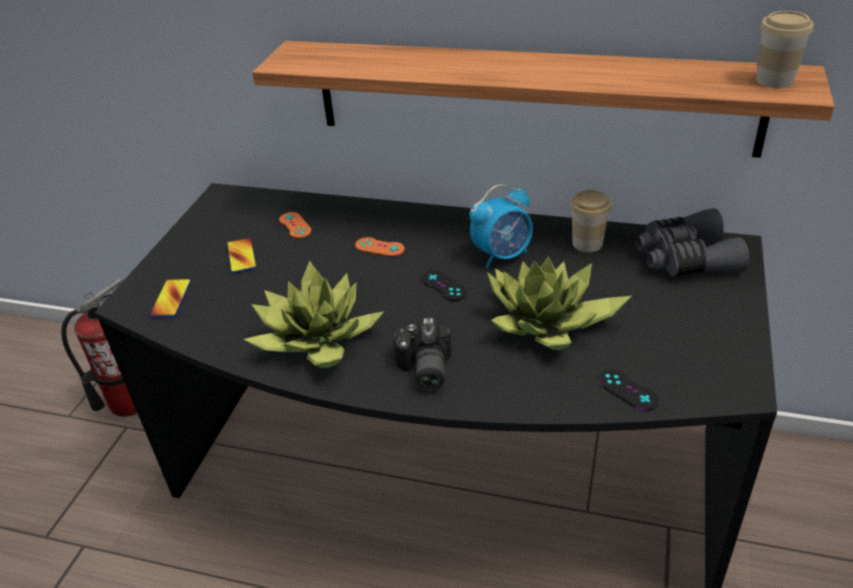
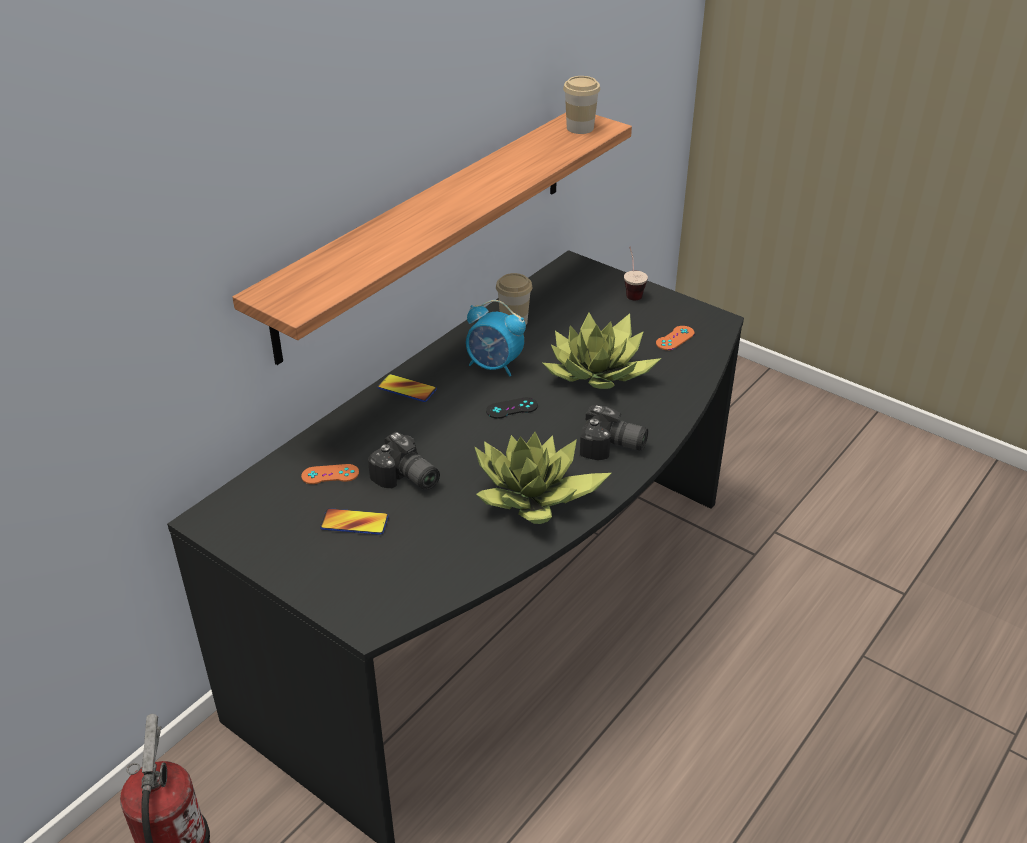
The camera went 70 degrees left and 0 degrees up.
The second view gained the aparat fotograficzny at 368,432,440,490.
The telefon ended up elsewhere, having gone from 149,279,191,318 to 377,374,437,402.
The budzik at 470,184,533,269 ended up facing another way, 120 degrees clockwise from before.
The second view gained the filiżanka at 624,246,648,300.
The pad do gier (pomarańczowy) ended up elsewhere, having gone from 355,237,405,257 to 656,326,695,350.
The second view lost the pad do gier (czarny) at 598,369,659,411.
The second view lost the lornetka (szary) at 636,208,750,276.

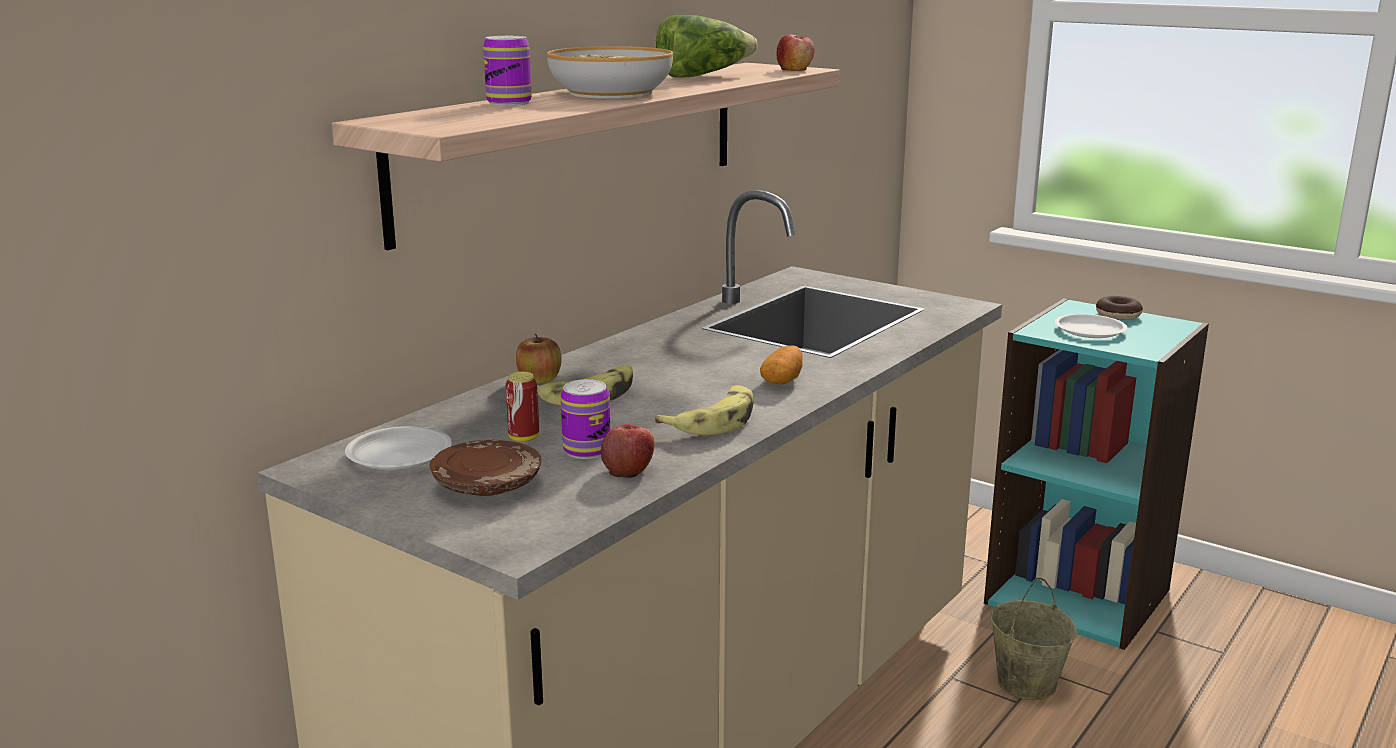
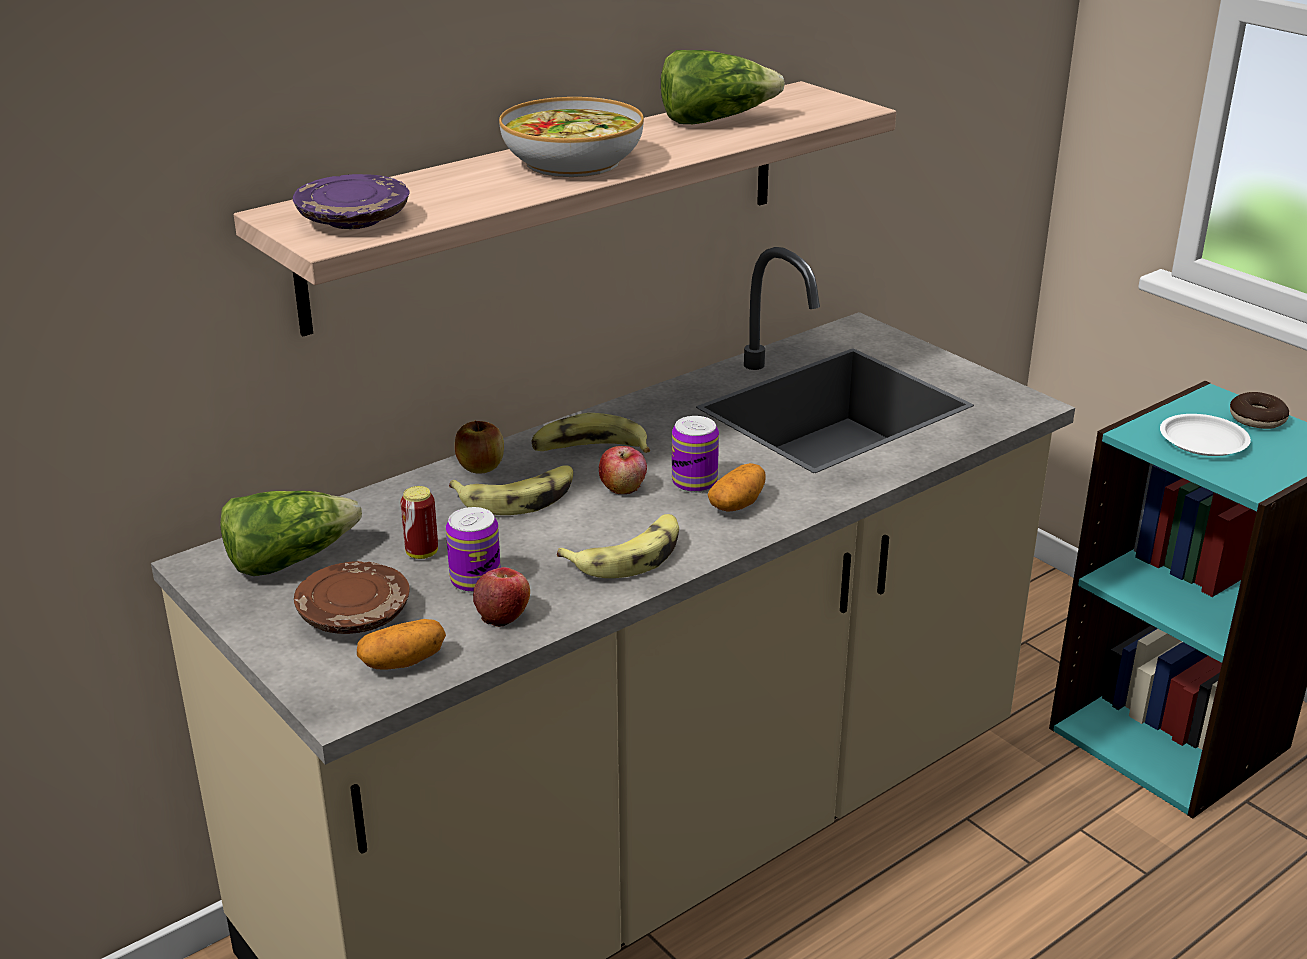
The camera went 15 degrees right and 10 degrees up.
Where the talerz (biały) stood at 345,426,452,470, the sałata came to stand at 220,491,362,576.
The second view gained the talerz (fioletowy) at 293,174,410,229.
The second view gained the ziemniak at 357,619,446,670.
The second view gained the banan at 531,413,650,453.
The jabłko ended up elsewhere, having gone from 776,34,815,71 to 599,446,647,494.
The puszka ended up elsewhere, having gone from 483,36,532,106 to 672,416,719,493.
The second view lost the wiadro (beżowy) at 990,578,1077,700.

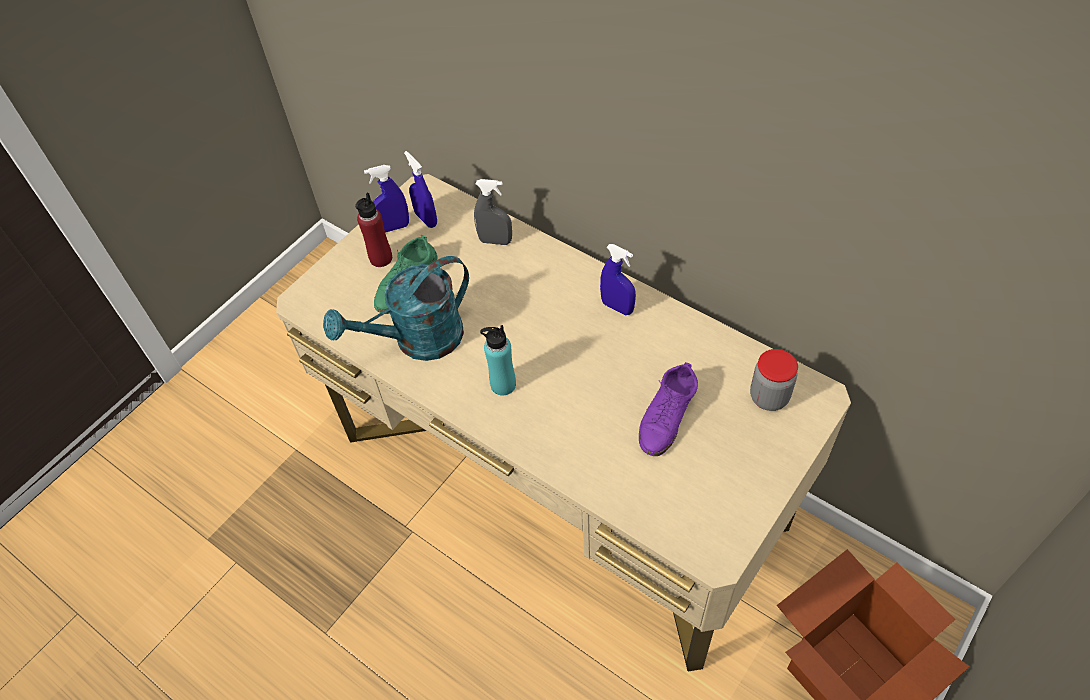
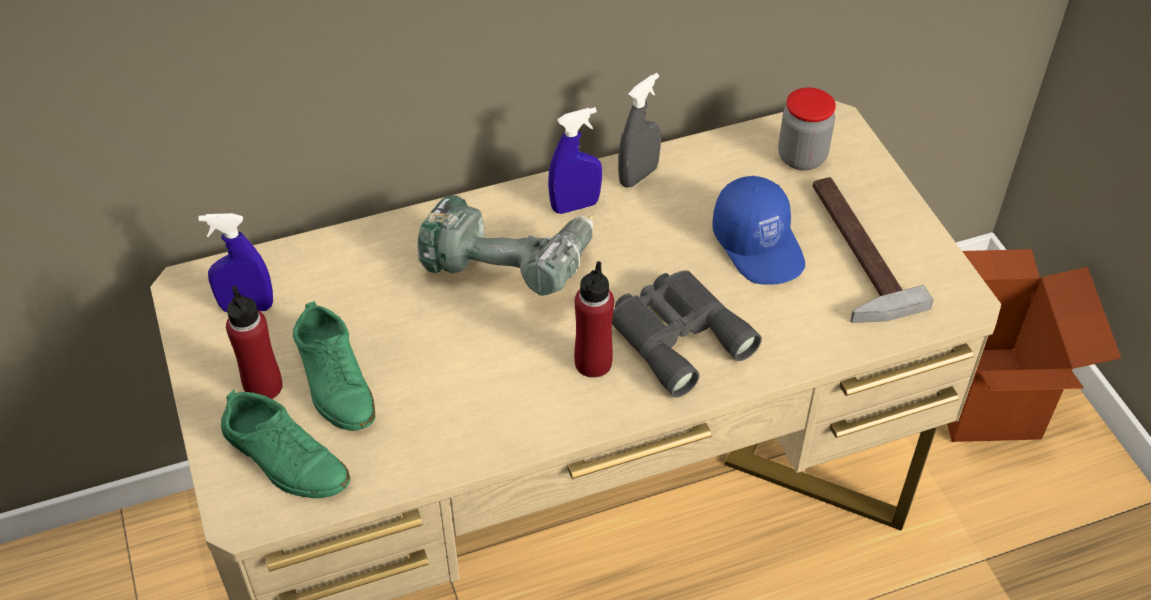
The camera went 60 degrees left and 5 degrees down.
The second view gained the but (zielony) at 221,389,350,498.
The second view gained the wiertarka at 417,195,595,296.
What was the butelka (turkusowy) at 480,325,516,395 turned into the butelka (czerwony) at 574,261,614,378.
The second view gained the lornetka (szary) at 612,270,762,397.
The spryskiwacz (szary) ended up elsewhere, having gone from 474,179,512,245 to 618,73,661,188.
Where the but (fioletowy) stood at 639,362,698,456, the czapka z daszkiem (niebieski) came to stand at 712,176,805,284.
The second view gained the młotek at 813,177,933,323.
The second view lost the konewka (turkusowy) at 323,256,469,361.
The second view lost the spryskiwacz (niebieski) at 364,165,409,233.

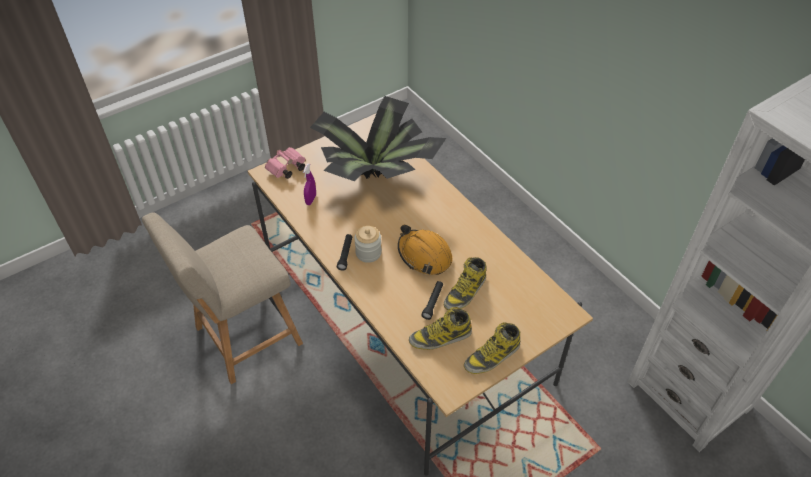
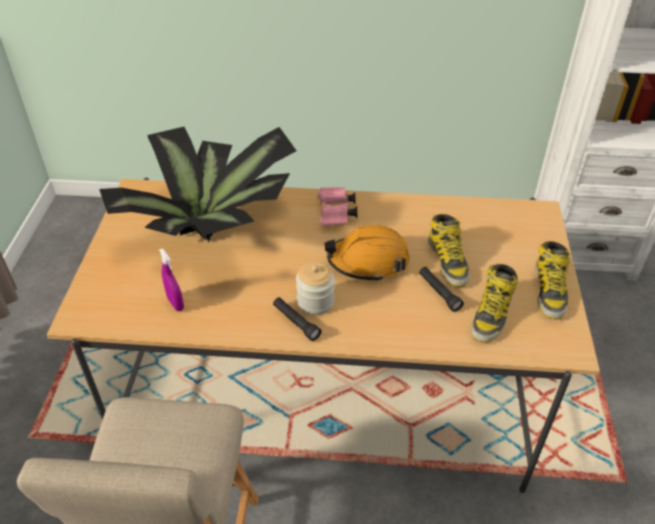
The camera went 50 degrees left and 5 degrees down.
The lornetka (różowy) ended up elsewhere, having gone from 265,147,305,179 to 317,187,358,226.

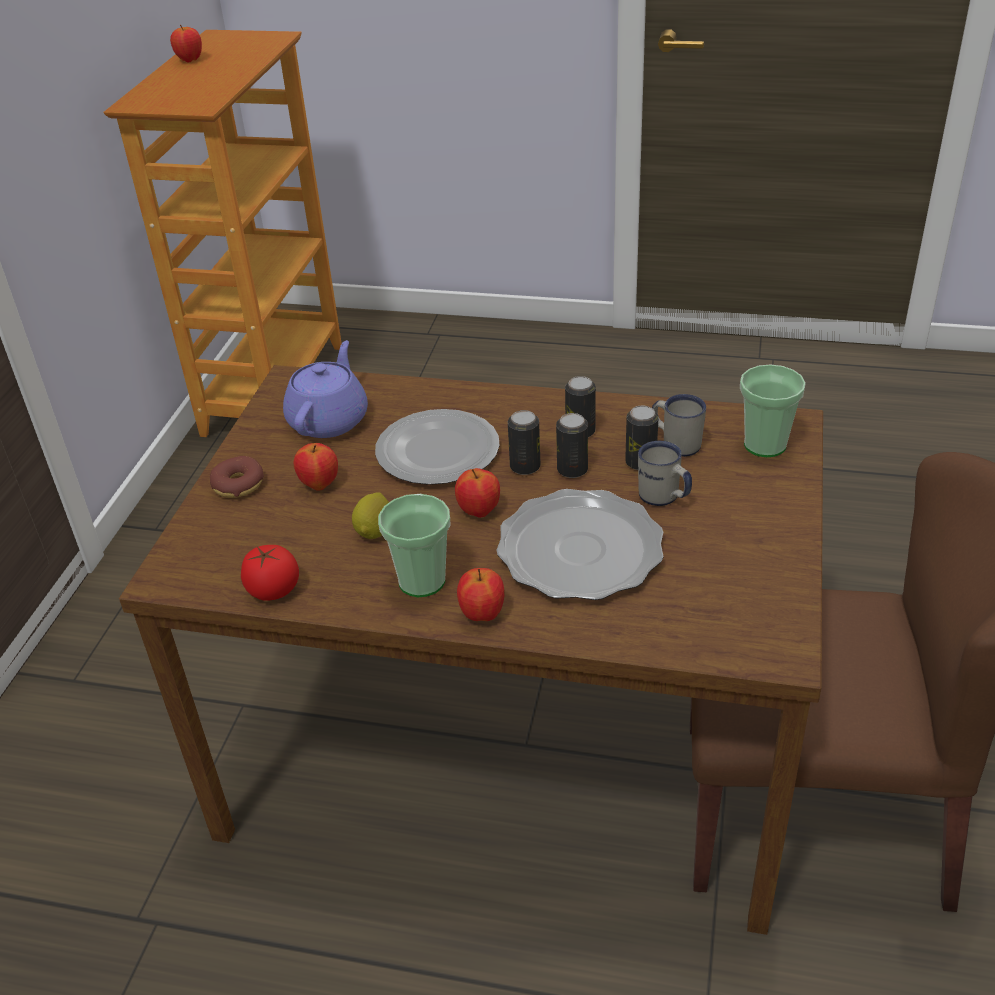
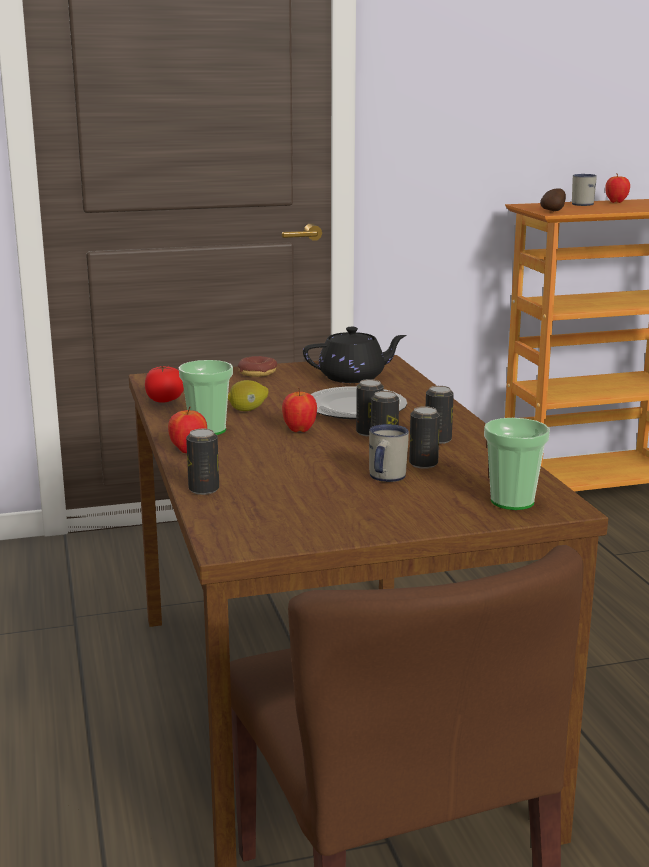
The camera went 60 degrees right and 20 degrees down.
The second view gained the puszka at 186,429,219,495.
What was the imbryk (fioletowy) at 283,340,368,438 turned into the imbryk (czarny) at 303,327,407,383.
The second view gained the ziemniak at 540,188,566,211.
The kubek (biały) ended up elsewhere, having gone from 652,394,706,457 to 572,174,597,206.
The second view lost the jabłko at 293,443,338,491.
The second view lost the talerz at 497,489,663,600.

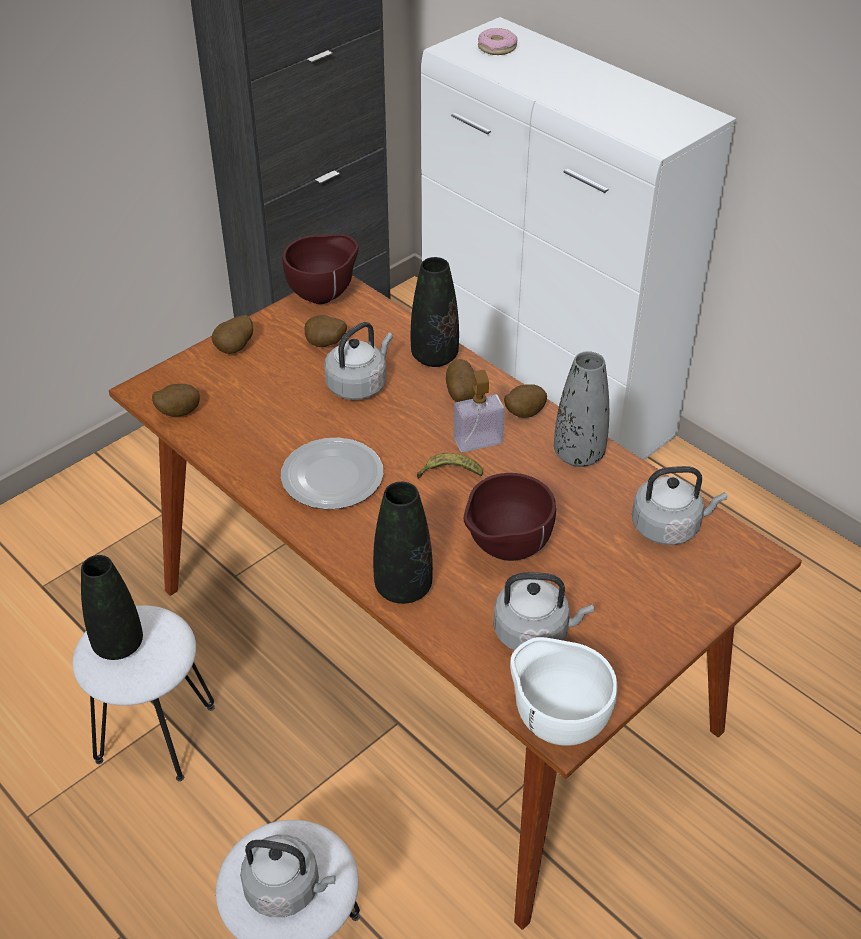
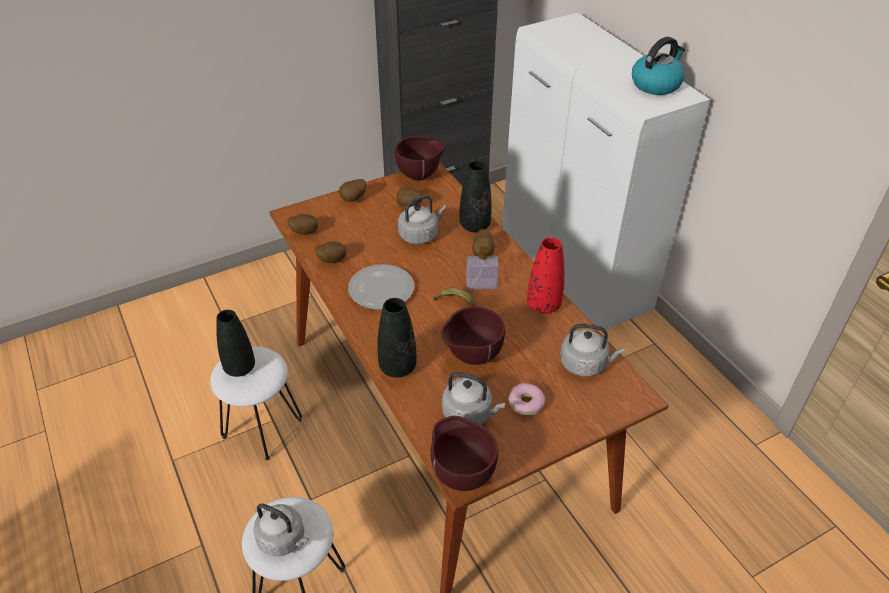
The camera went 15 degrees right and 0 degrees up.
The ziemniak ended up elsewhere, having gone from 504,384,547,418 to 315,242,346,263.
What was the miska (biały) at 510,637,618,746 turned into the miska (brązowy) at 430,416,498,491.
The donut ended up elsewhere, having gone from 478,28,518,55 to 508,383,546,416.
What was the wazon (szary) at 554,351,609,467 turned into the wazon (czerwony) at 527,237,565,314.
The second view gained the czajnik at 632,37,685,95.

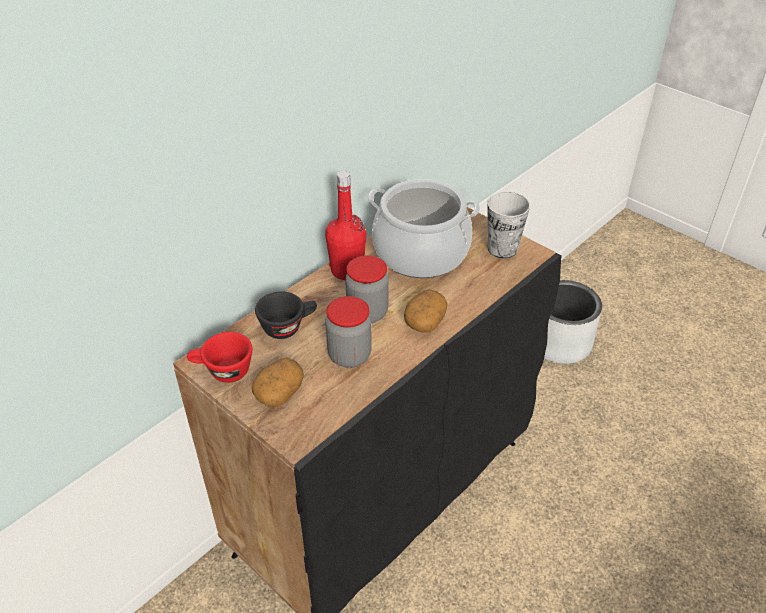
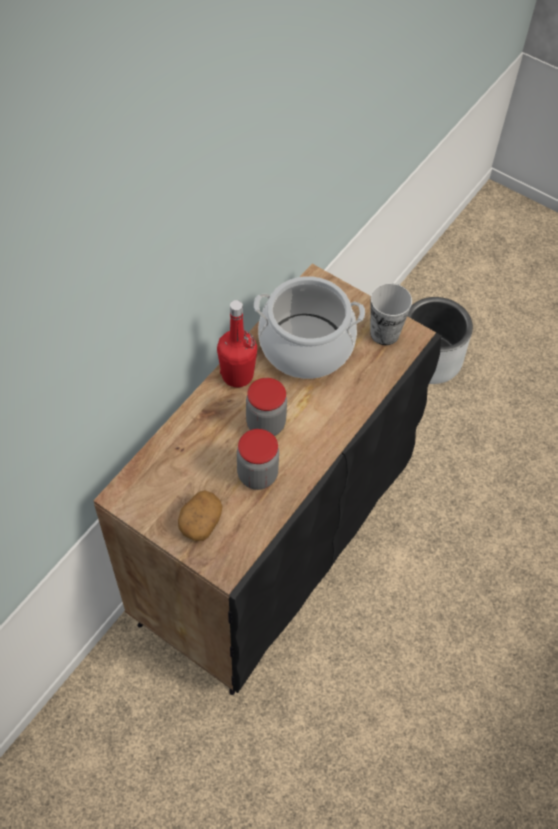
The camera went 10 degrees left and 15 degrees up.
The second view lost the filiżanka (czerwony) at 187,332,252,383.
The second view lost the filiżanka (czarny) at 255,292,317,339.
The second view lost the ziemniak at 404,289,448,333.

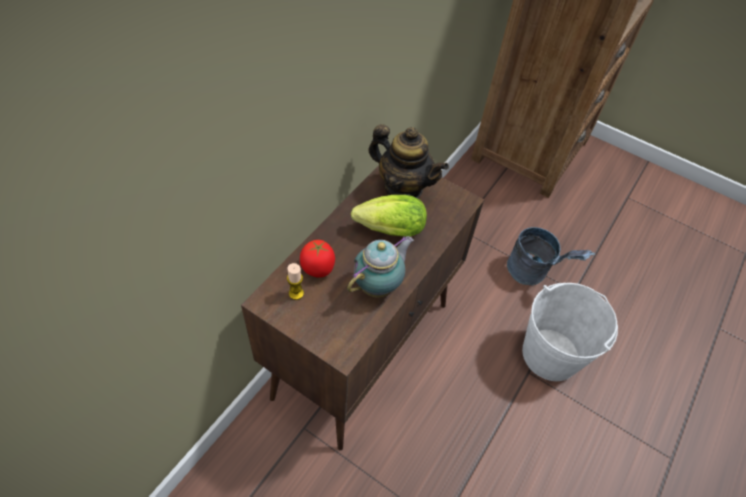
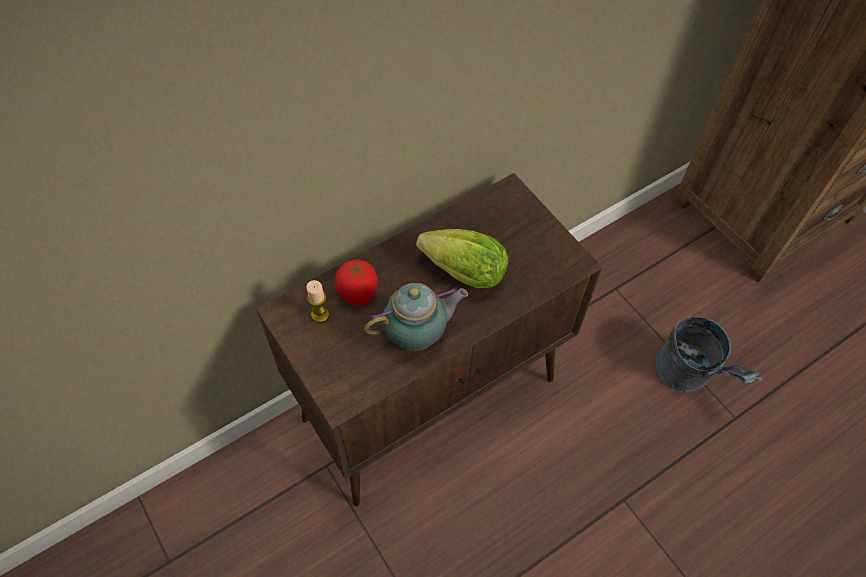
The camera went 25 degrees right and 5 degrees up.
The second view lost the imbryk at 368,124,449,198.
The second view lost the wiadro (biały) at 522,283,618,381.

